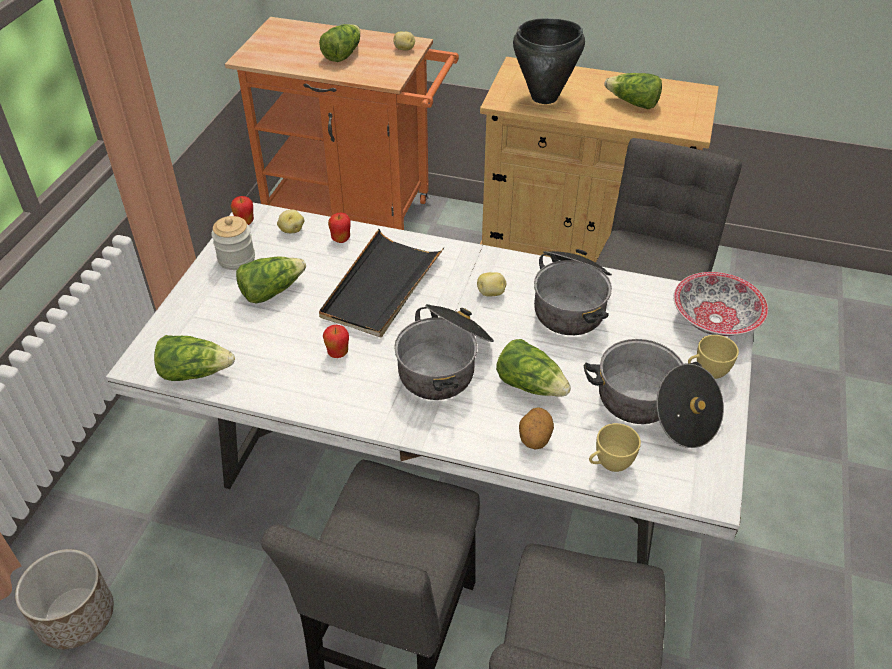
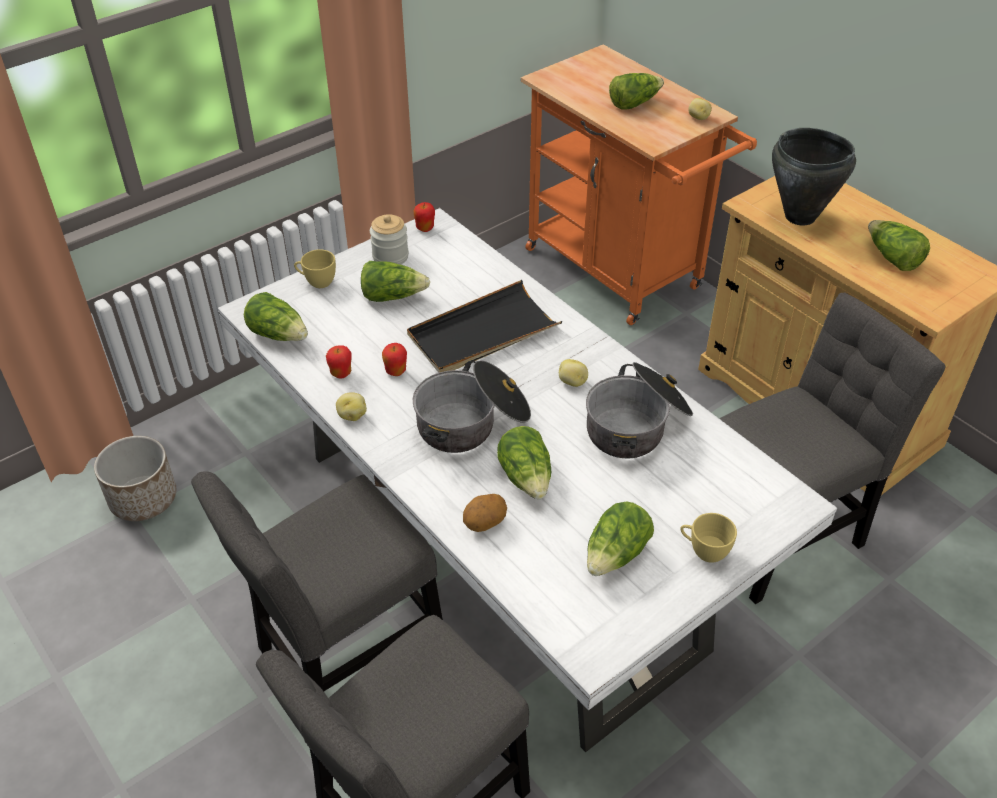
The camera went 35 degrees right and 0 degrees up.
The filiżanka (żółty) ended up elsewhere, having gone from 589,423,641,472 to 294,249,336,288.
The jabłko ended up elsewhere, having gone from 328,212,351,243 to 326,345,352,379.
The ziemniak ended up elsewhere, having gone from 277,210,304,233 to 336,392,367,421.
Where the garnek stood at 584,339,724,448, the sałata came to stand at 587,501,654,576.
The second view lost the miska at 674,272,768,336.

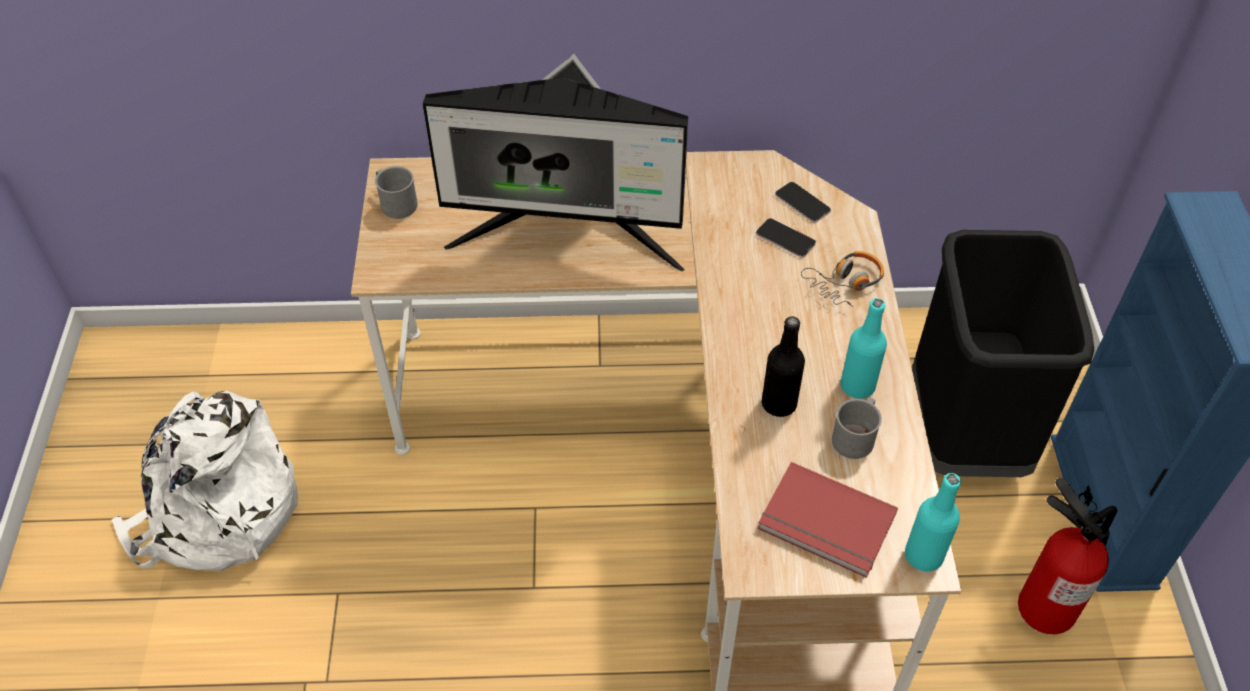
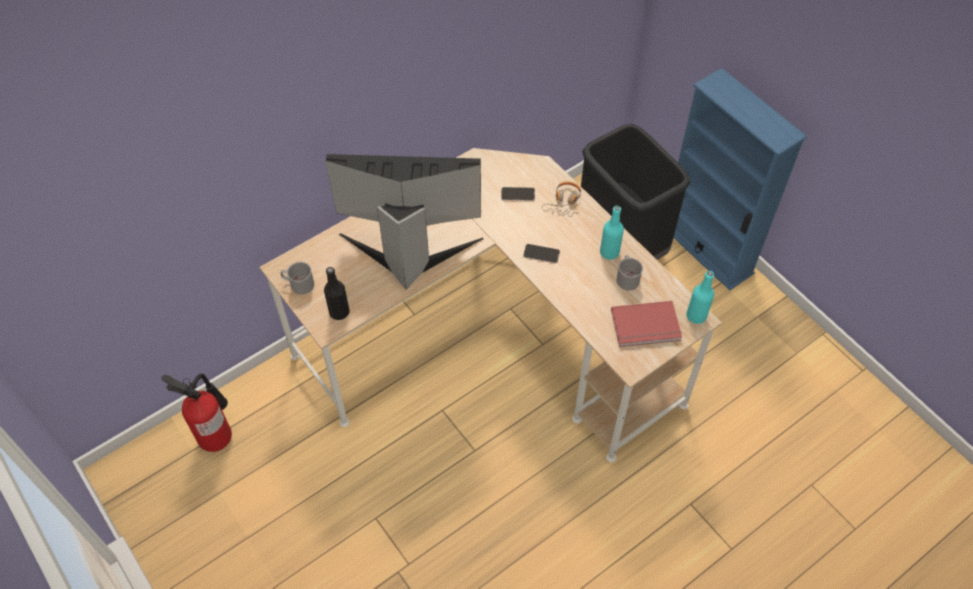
The camera went 35 degrees left and 5 degrees up.
The gaśnica ended up elsewhere, having gone from 1018,478,1117,634 to 161,373,232,452.
The butelka (czarny) ended up elsewhere, having gone from 762,316,805,417 to 324,267,350,320.
The monitor at 423,54,688,272 ended up facing another way, 150 degrees counterclockwise from before.
The telefon ended up elsewhere, having gone from 775,182,831,223 to 523,244,560,264.
The second view lost the plecak (biały) at 111,391,298,571.

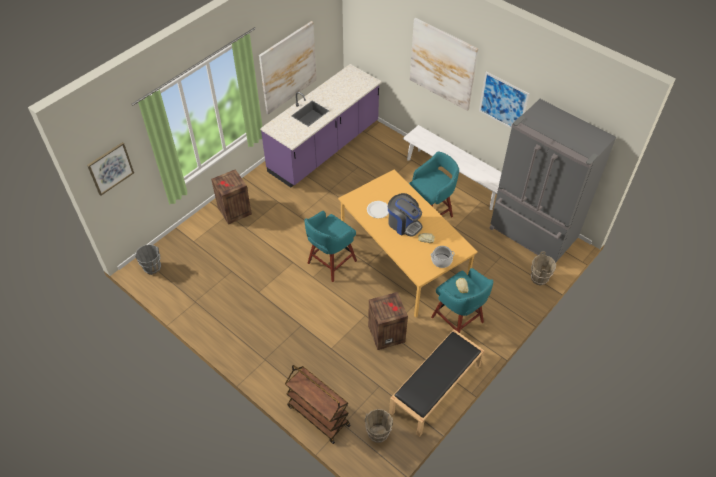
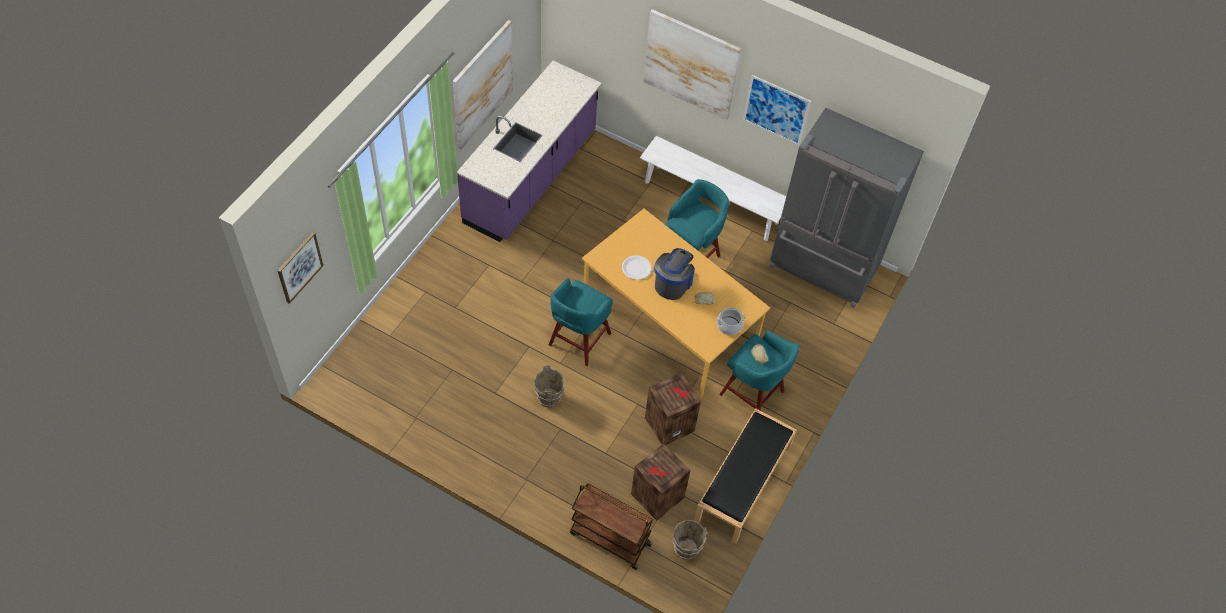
The camera went 15 degrees left and 5 degrees up.
The wiadro (brązowy) ended up elsewhere, having gone from 531,252,556,286 to 534,365,565,407.
The skrzynka ended up elsewhere, having gone from 211,169,252,224 to 631,443,691,521.
The ekspres do kawy at 388,193,423,237 ended up facing another way, 90 degrees counterclockwise from before.
The second view lost the wiadro (szary) at 134,244,161,275.

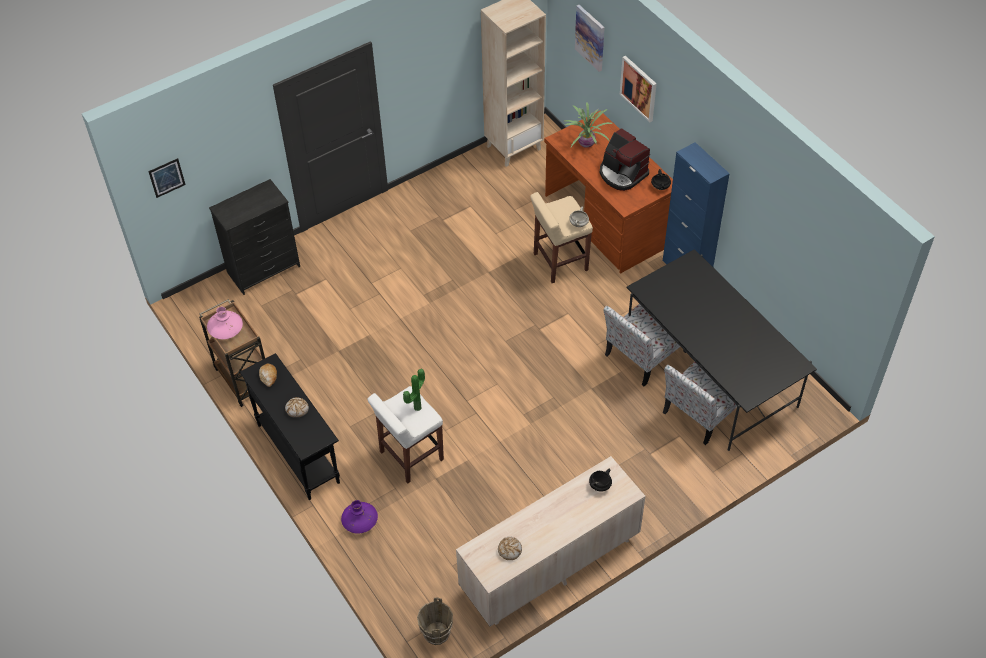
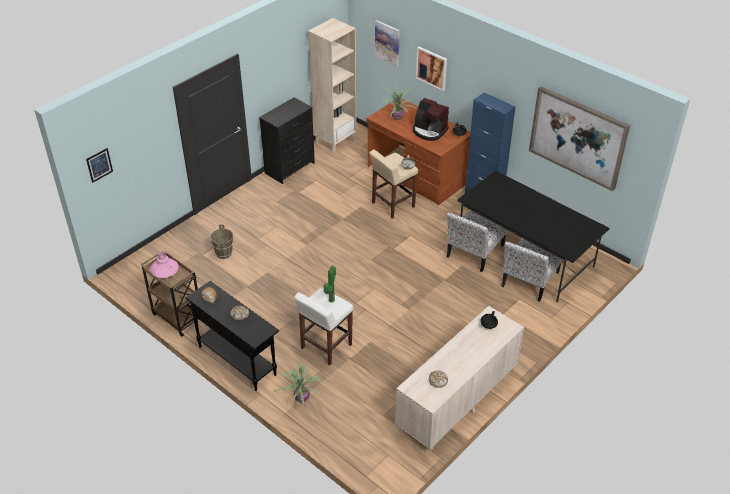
The camera went 15 degrees left and 10 degrees down.
The wiadro (brązowy) ended up elsewhere, having gone from 417,598,453,645 to 210,224,234,259.
The komoda (czarny) ended up elsewhere, having gone from 209,179,300,295 to 259,97,315,184.
Where the wazon (fioletowy) stood at 341,500,378,533, the roślina doniczkowa came to stand at 274,361,322,406.
The second view gained the obraz at 529,86,630,191.

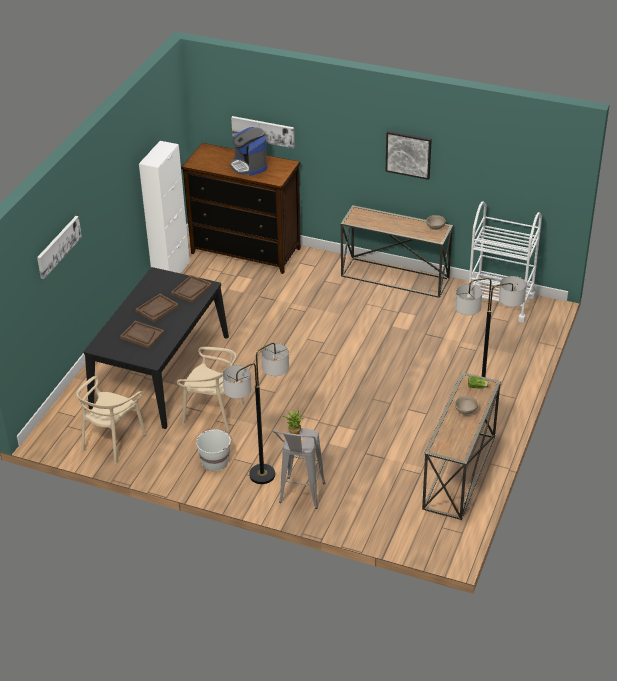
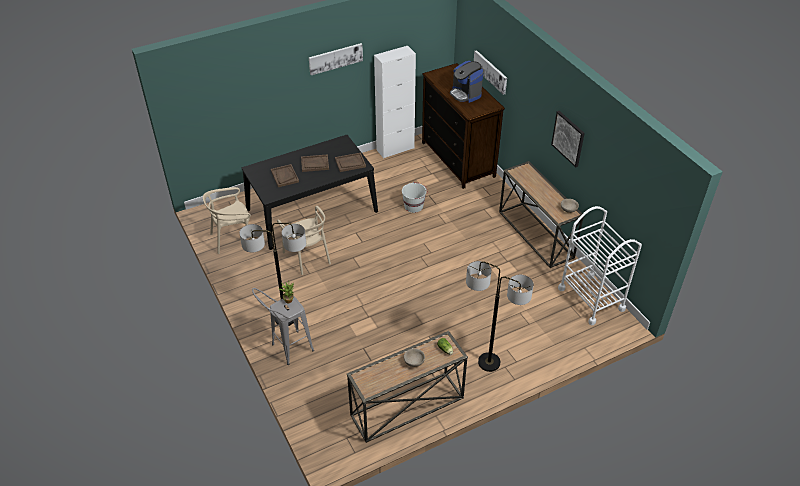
The camera went 40 degrees right and 5 degrees up.
The obraz ended up elsewhere, having gone from 37,216,82,279 to 309,43,363,75.
The wiadro (biały) ended up elsewhere, having gone from 196,429,232,471 to 402,182,427,213.
The ekspres do kawy at 230,127,267,176 ended up facing another way, 45 degrees counterclockwise from before.

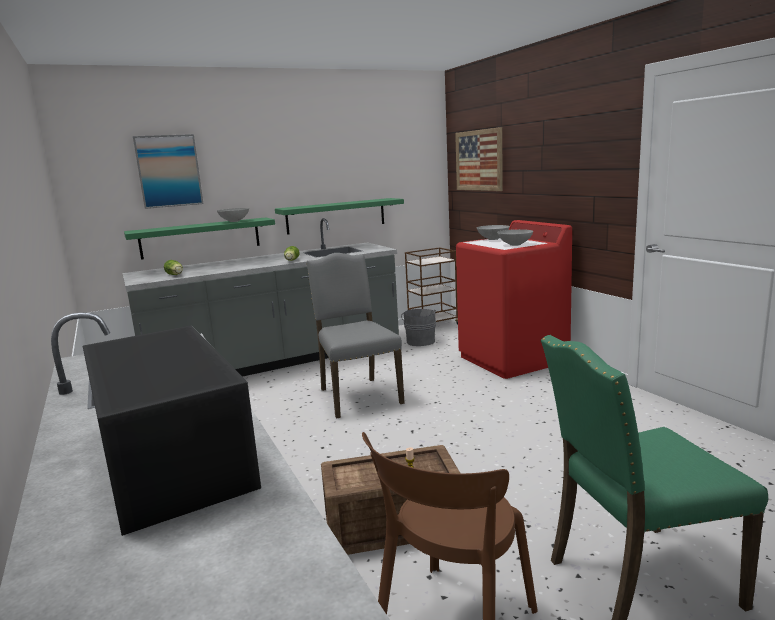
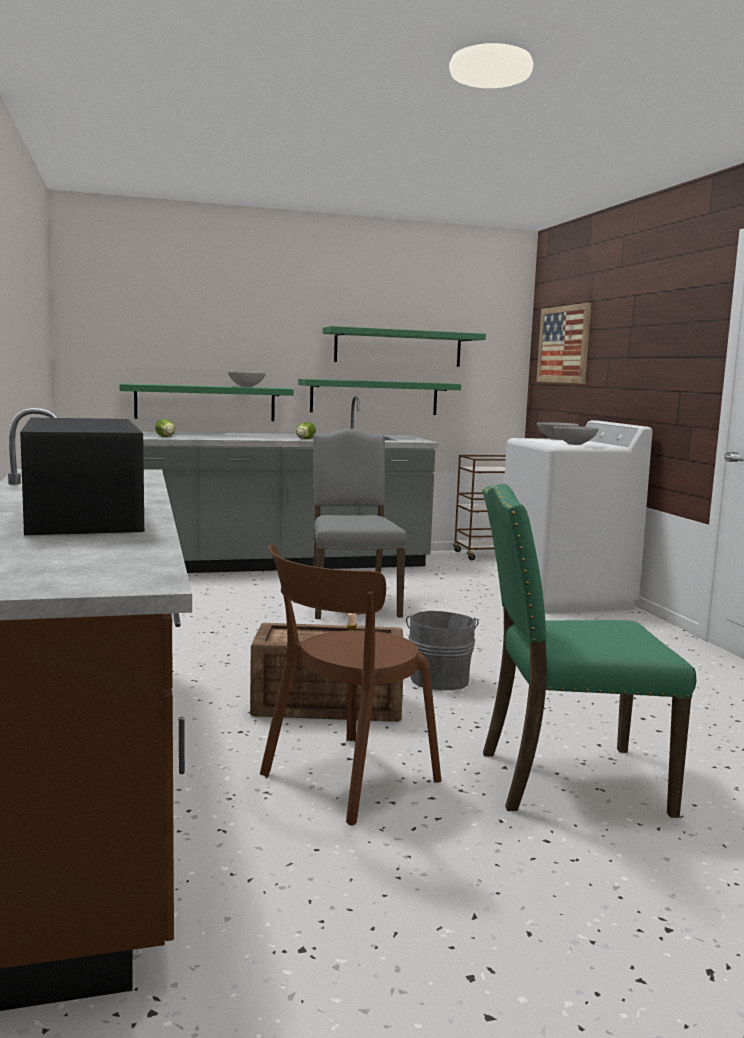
The camera went 10 degrees right and 5 degrees down.
The second view gained the półka (zielony) at 323,326,486,367.
The wiadro (szary) ended up elsewhere, having gone from 401,309,436,346 to 406,611,479,690.
What was the pralka (czerwony) at 456,220,572,379 turned into the pralka (biały) at 498,420,653,613.
The second view lost the obraz at 133,134,203,209.

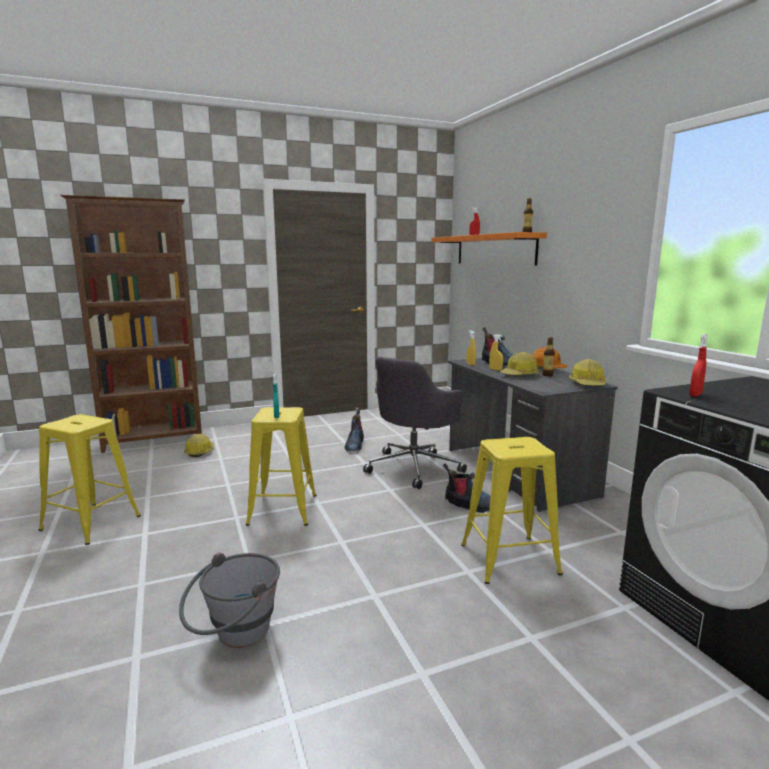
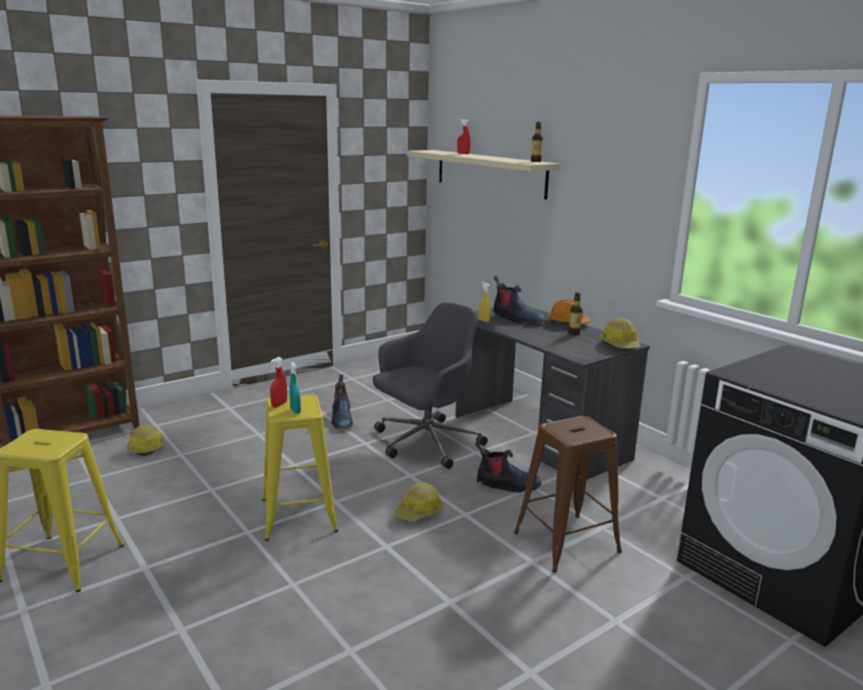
The camera went 15 degrees left and 5 degrees up.
The spryskiwacz (czerwony) ended up elsewhere, having gone from 689,334,708,397 to 270,357,287,408.
The krzesło biurowe (szary) at 363,357,467,489 ended up facing another way, 150 degrees counterclockwise from before.
The kask ended up elsewhere, having gone from 500,352,539,375 to 394,482,442,522.
What was the półka (pomarańczowy) at 432,232,547,266 turned into the półka (beżowy) at 407,150,560,200.
What was the stołek (żółty) at 461,437,563,584 turned into the stołek (brązowy) at 514,416,622,573.
The second view lost the wiadro (szary) at 179,553,280,648.
The second view lost the spryskiwacz (żółty) at 489,334,503,370.

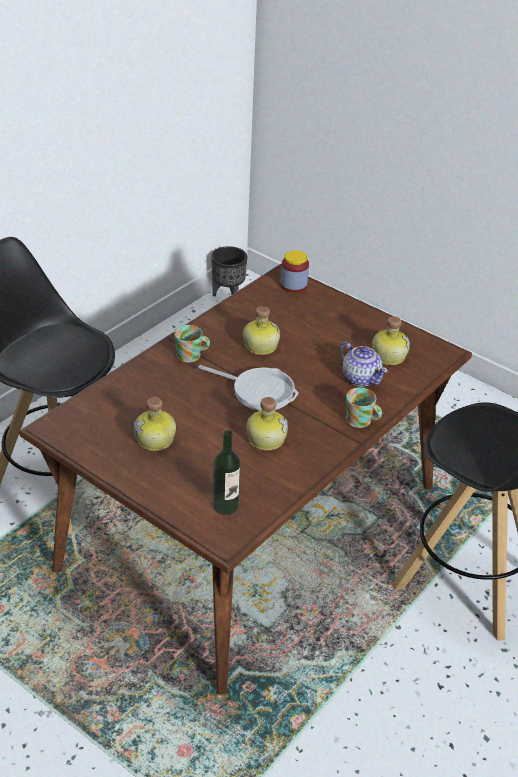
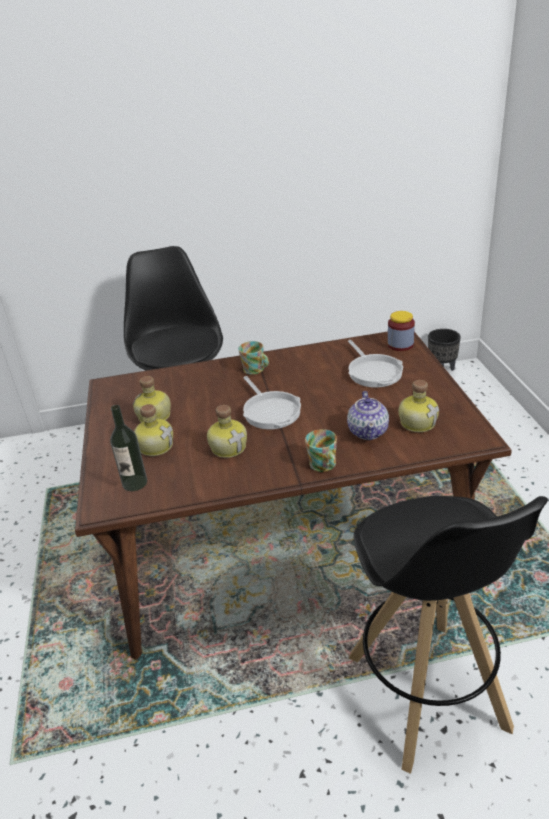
The camera went 45 degrees right and 5 degrees down.
The butelka ended up elsewhere, having gone from 243,306,280,355 to 134,404,173,456.
The second view gained the patelnia at 348,340,403,388.

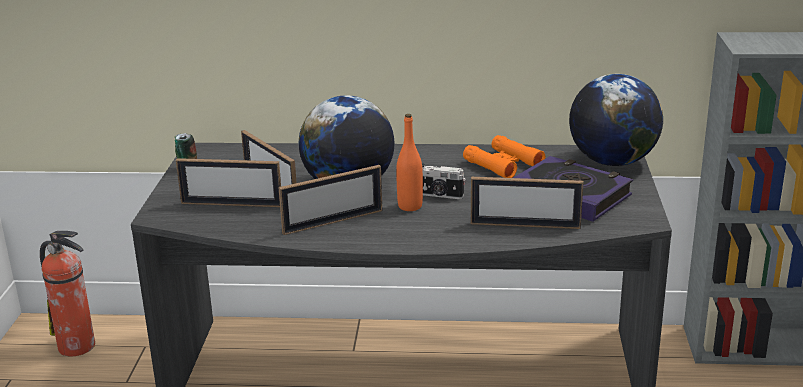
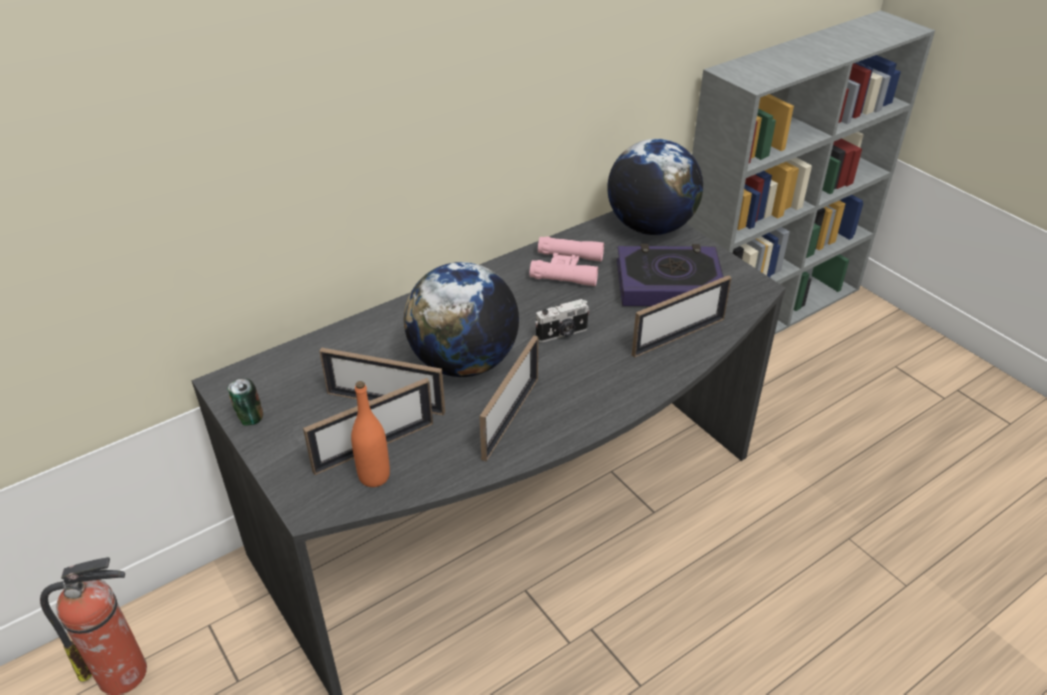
The camera went 40 degrees left and 15 degrees up.
The butelka (pomarańczowy) ended up elsewhere, having gone from 396,114,423,211 to 351,381,390,487.
What was the lornetka (pomarańczowy) at 463,135,545,178 turned into the lornetka (różowy) at 530,236,604,286.

